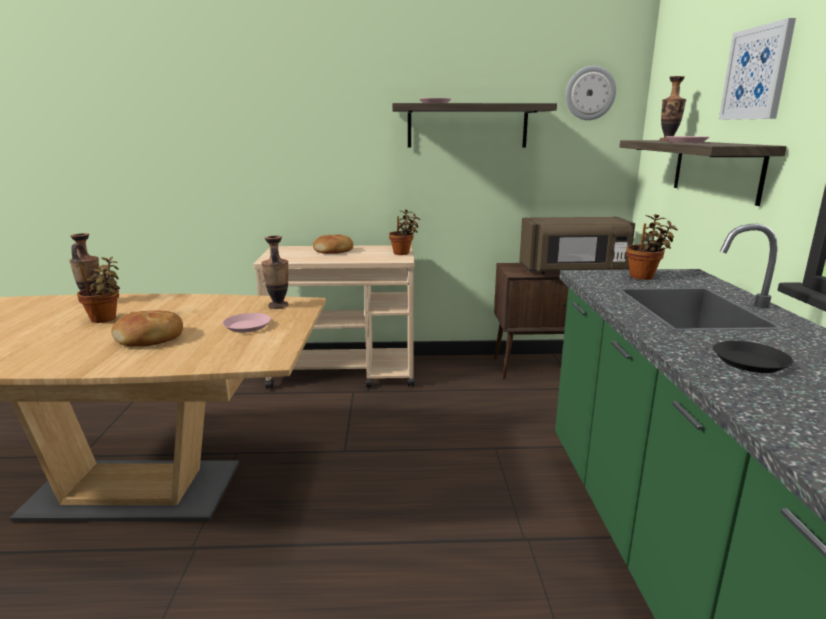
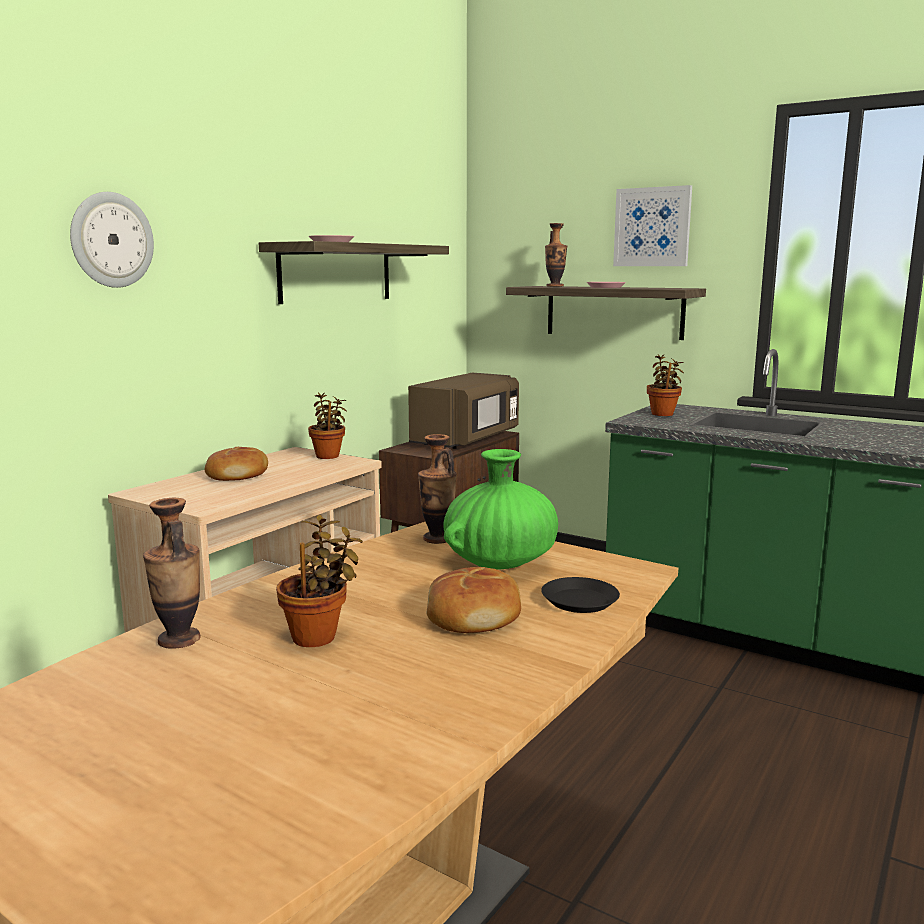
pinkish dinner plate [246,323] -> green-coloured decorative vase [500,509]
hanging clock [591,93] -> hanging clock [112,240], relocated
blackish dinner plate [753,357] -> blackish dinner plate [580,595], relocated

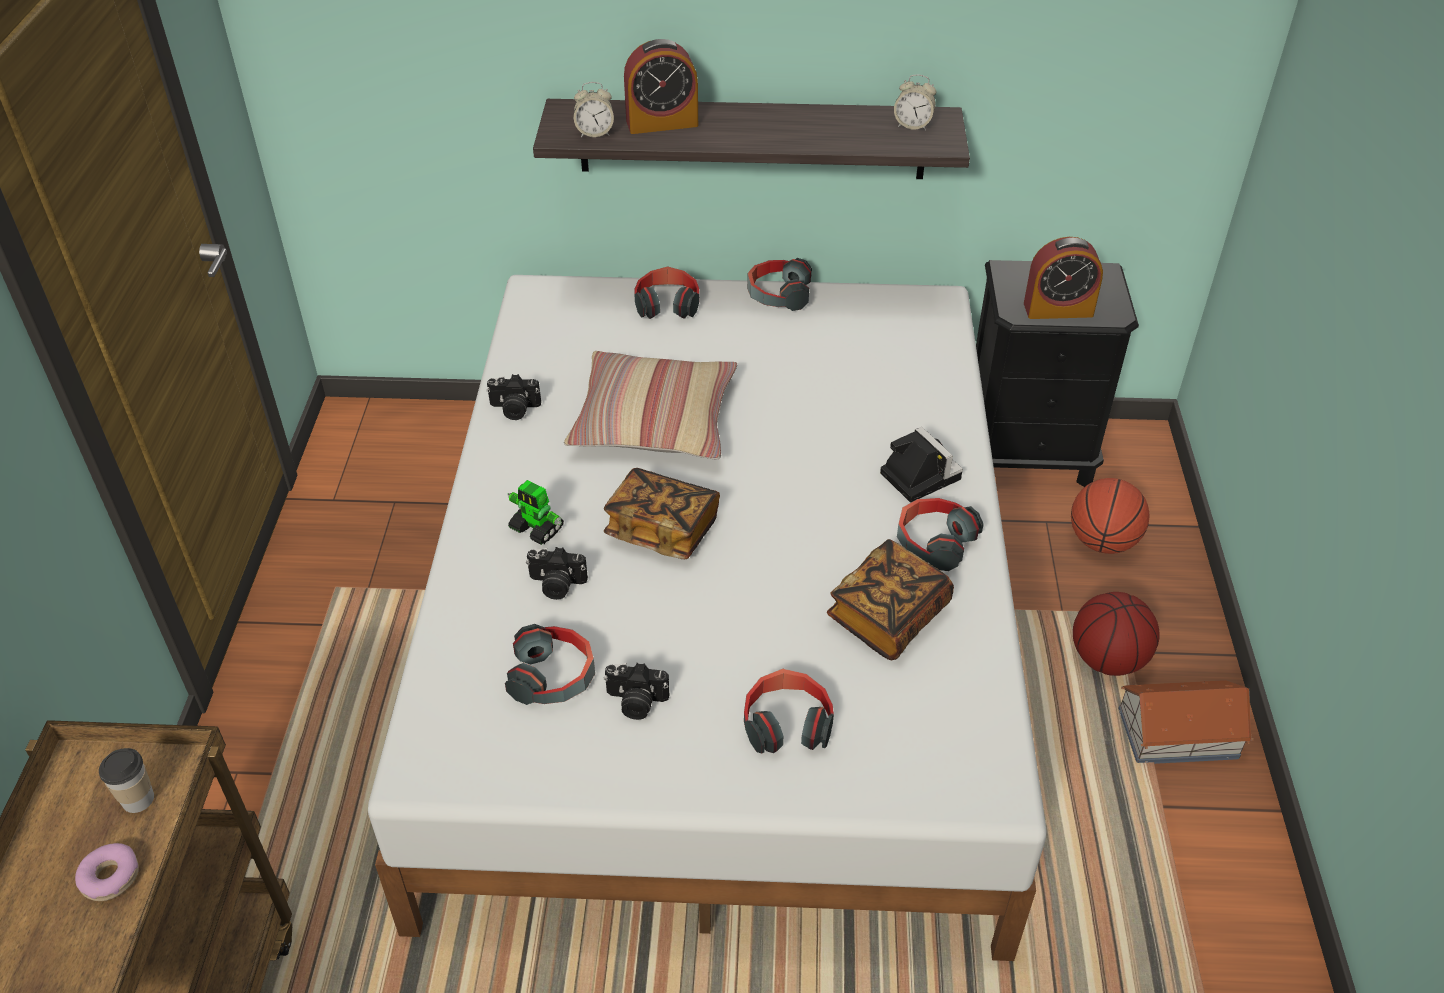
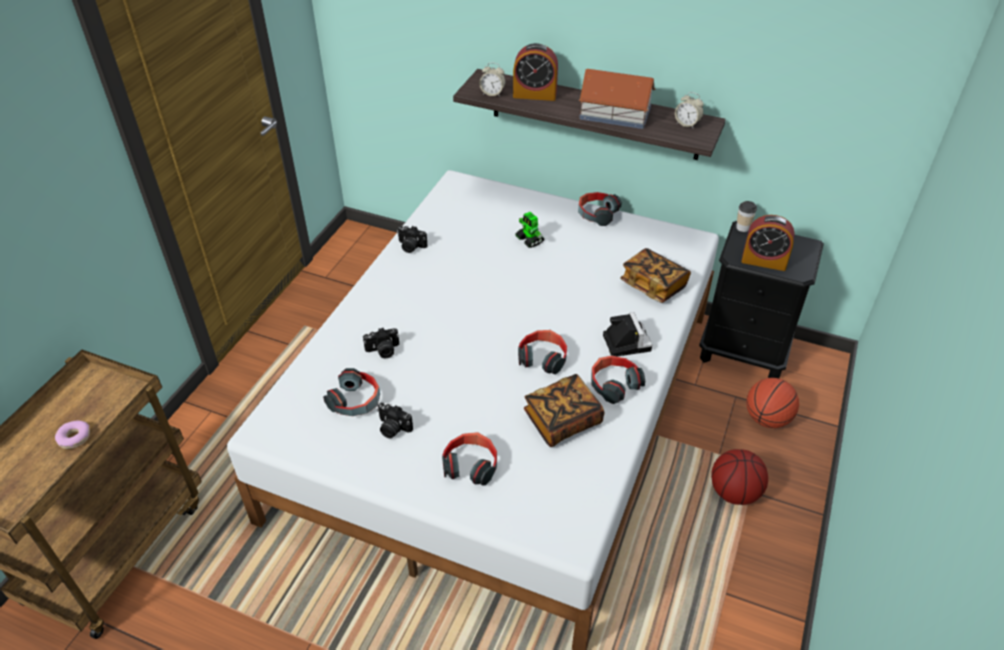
drinking cup [126,780] -> drinking cup [746,216], relocated
model robot [535,512] -> model robot [529,230], relocated
photo camera [557,573] -> photo camera [381,343], 45 degrees counterclockwise
cushion [650,405] -> none
book [662,513] -> book [655,275], relocated
headset [667,292] -> headset [542,352], relocated
model house [1185,722] -> model house [617,99], relocated

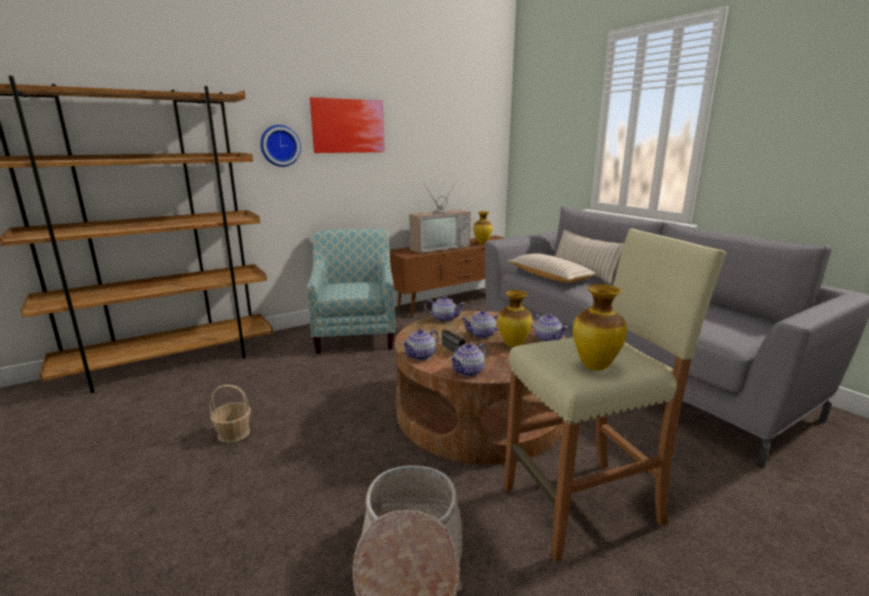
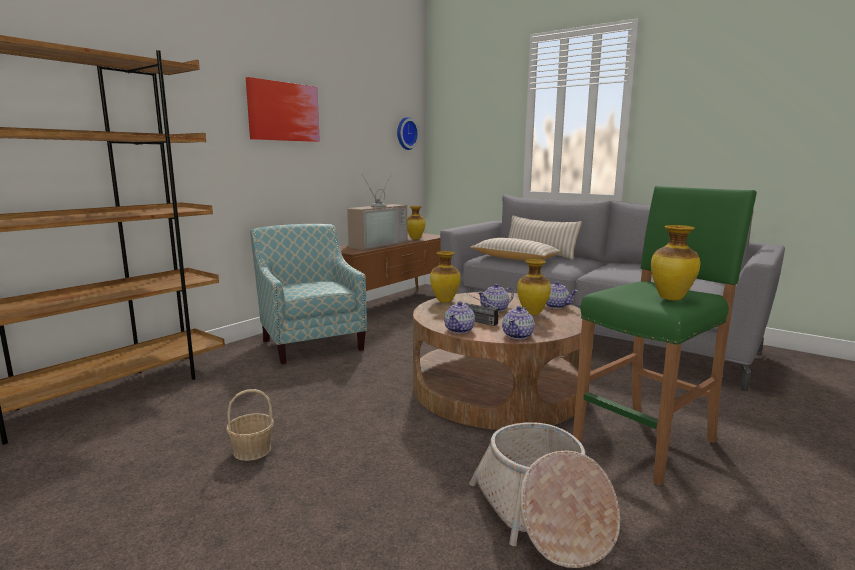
hanging clock [280,146] -> hanging clock [408,133], relocated
teapot [444,309] -> decorative vase [445,277]
beige-coloured sitting stool [615,395] -> green-coloured sitting stool [665,335]

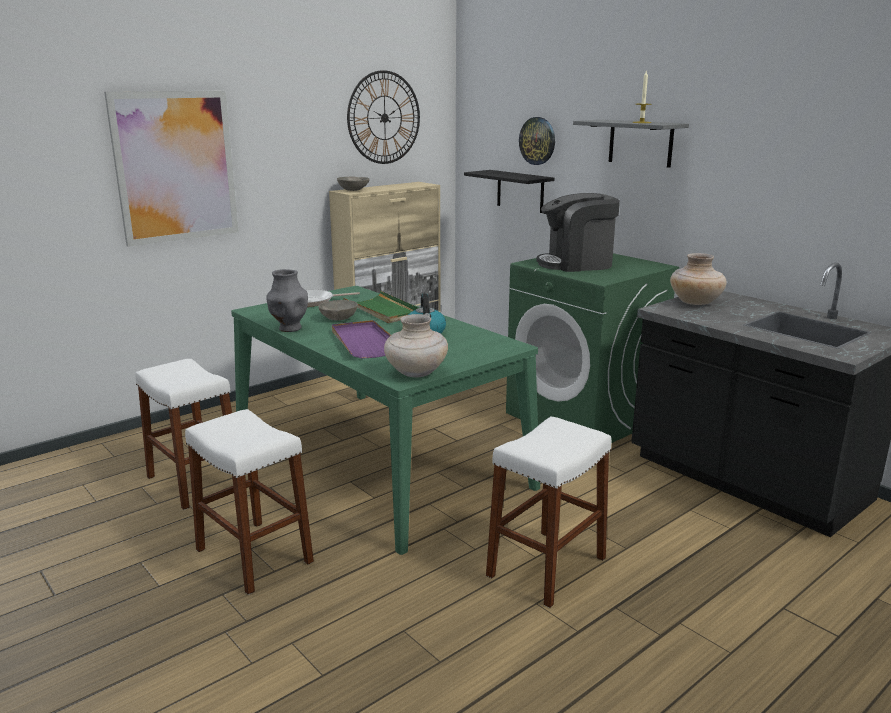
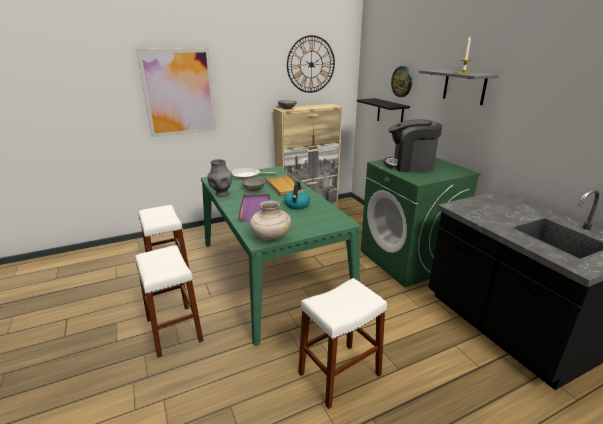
green-coloured carrying tray [380,307] -> beige-coloured carrying tray [283,184]
beige-coloured decorative vase [698,279] -> none

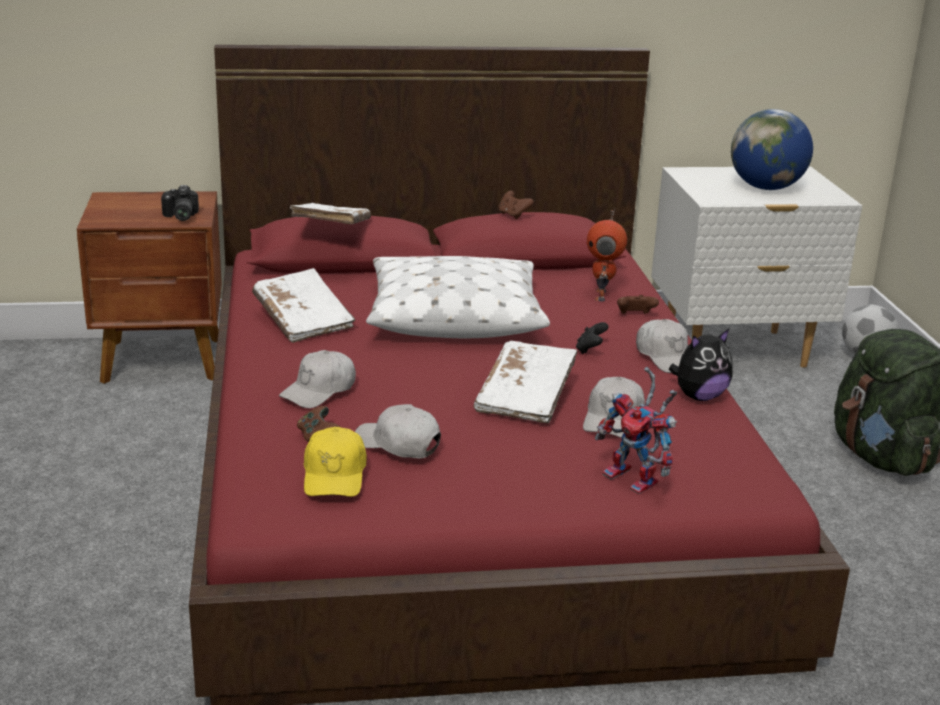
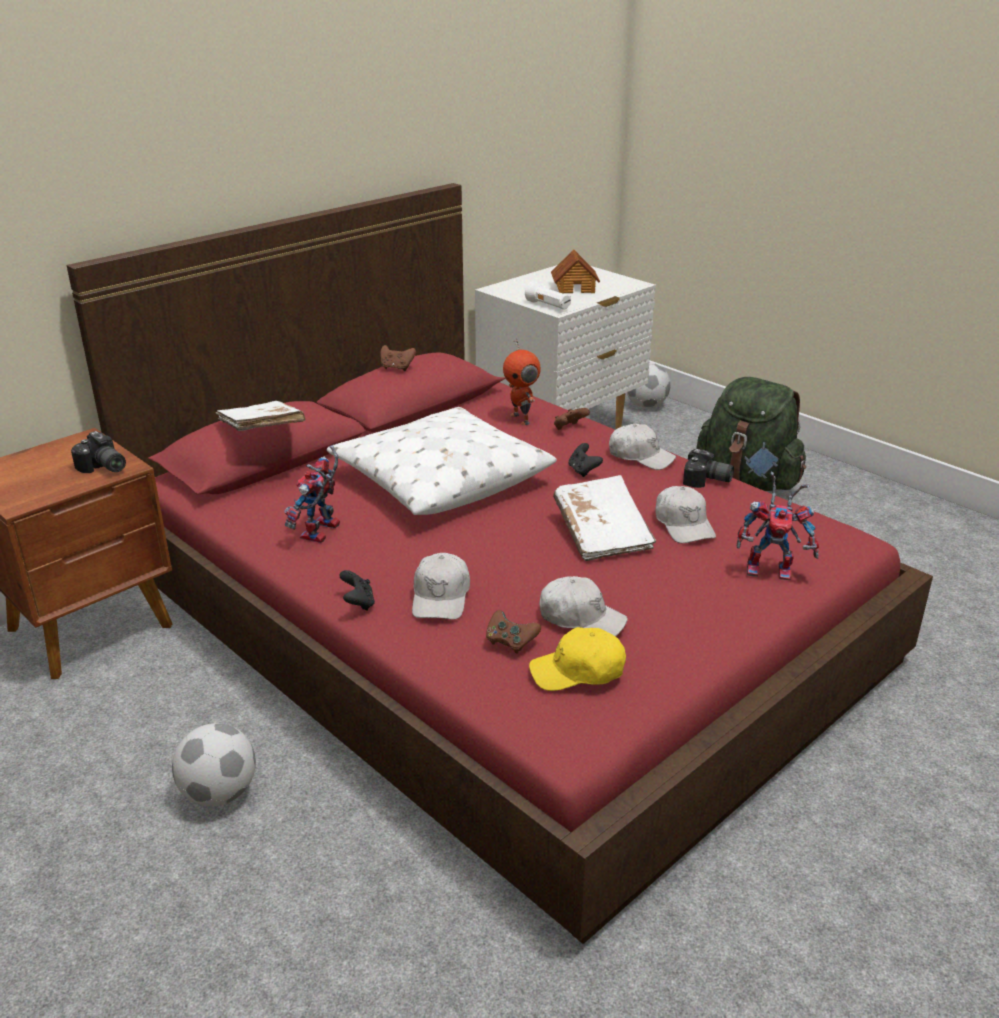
white book [303,305] -> model robot [312,494]
yellowish cap [335,462] -> yellowish cap [577,659], 120 degrees clockwise
white cap [398,431] -> white cap [583,606], 150 degrees counterclockwise
cuddly toy [701,365] -> photo camera [708,468]
desk globe [772,149] -> model house [575,271]
none -> football ball [214,764]
none -> blackish joypad [357,590]
none -> white flashlight [548,295]

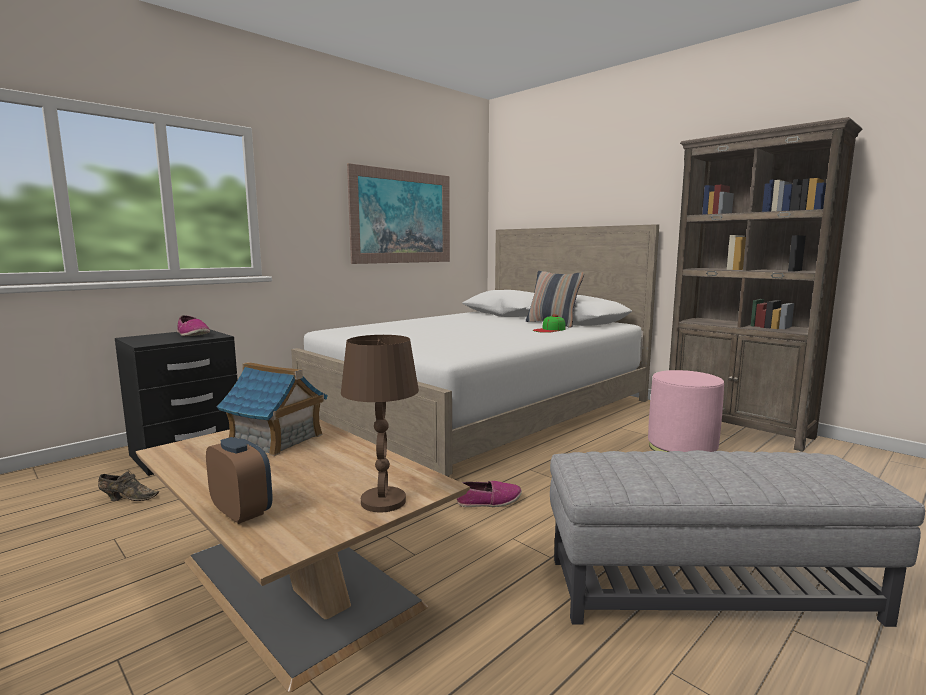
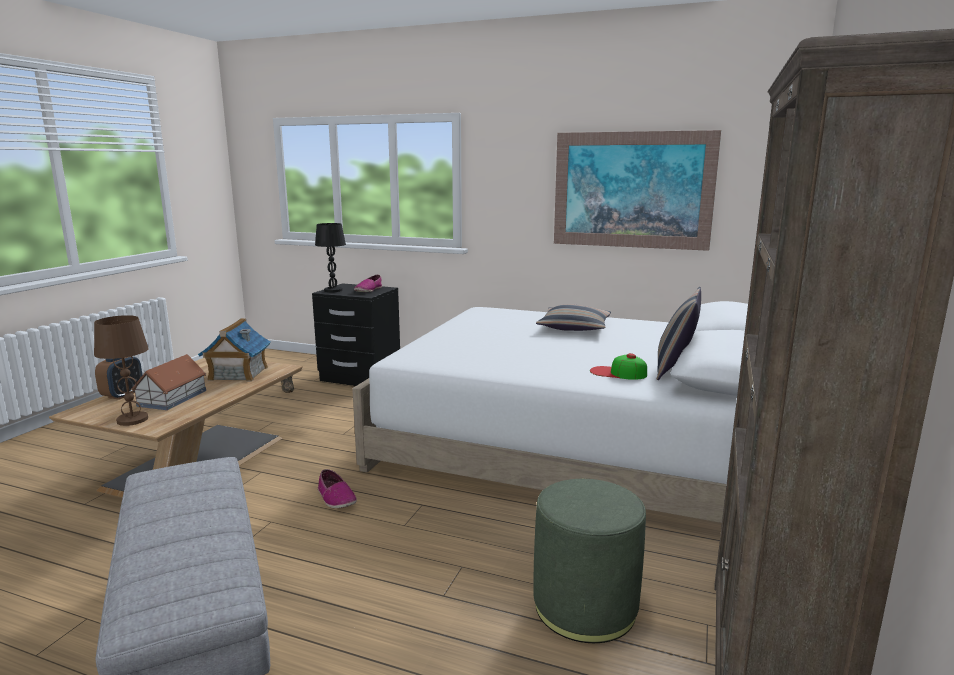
pinkish ottoman [686,411] -> green-coloured ottoman [589,561]
none -> model house [168,382]
none -> blackish table lamp [330,257]
none -> cushion [573,317]

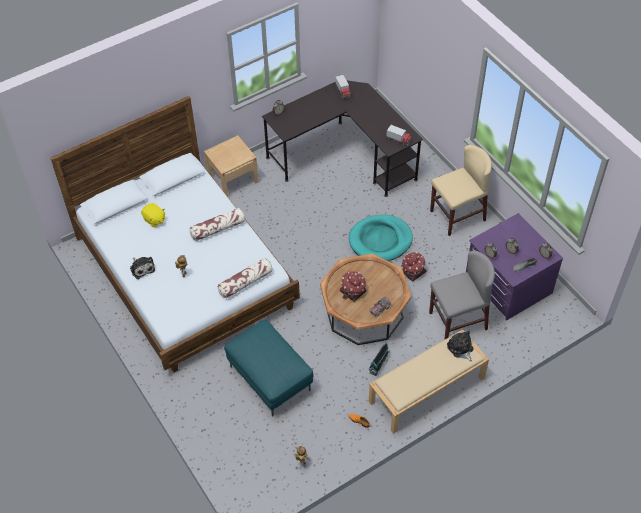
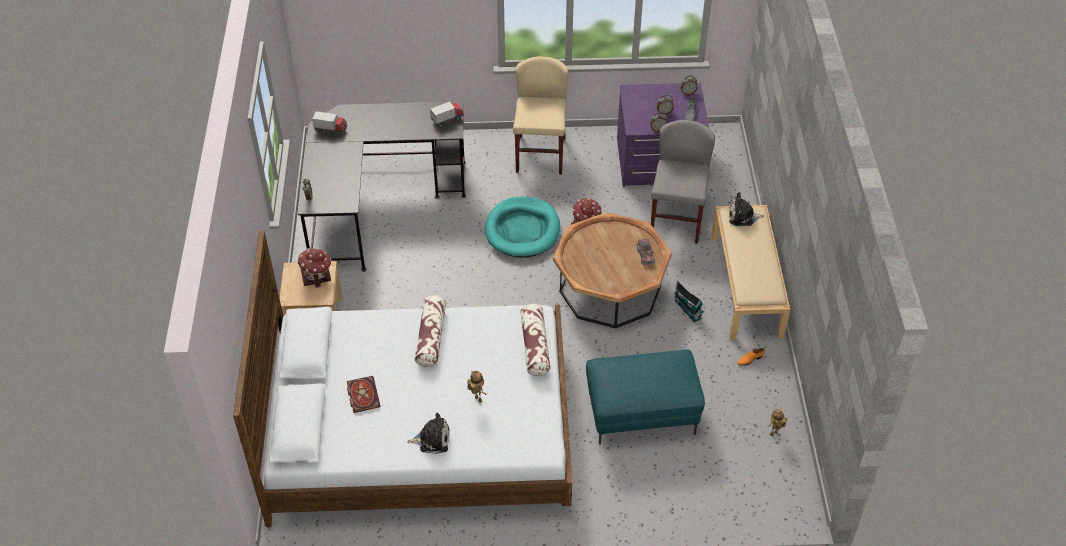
yellowish cuddly toy [153,215] -> book [364,394]
model house [353,286] -> model house [314,268], relocated

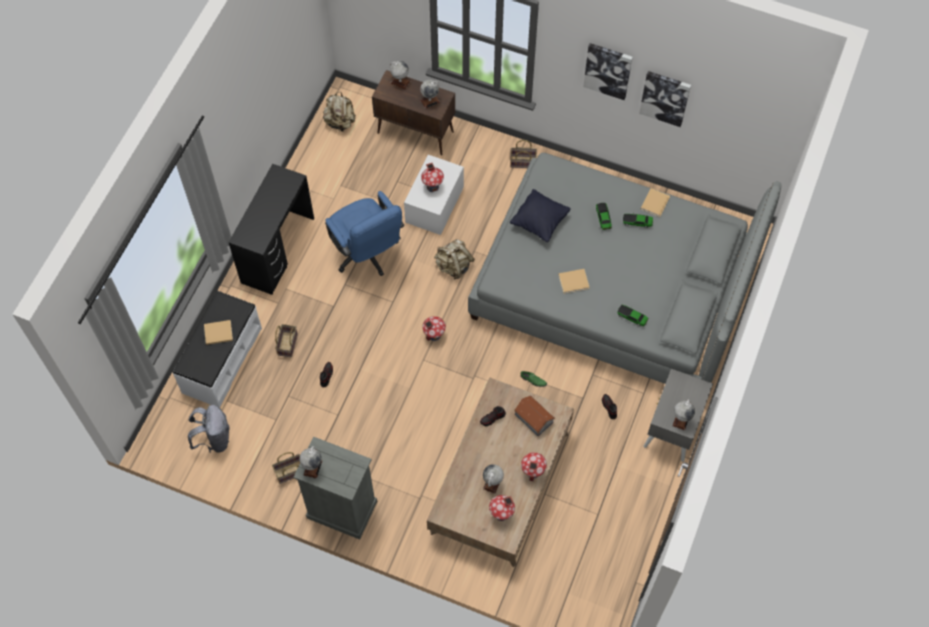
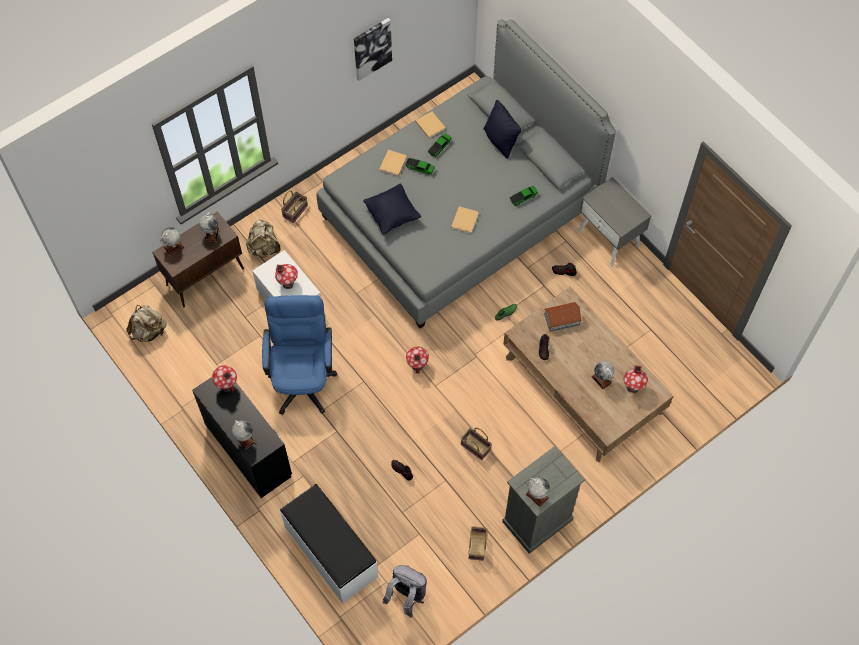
beige-coloured book [218,332] -> beige-coloured book [393,163], relocated
household basket [286,340] -> household basket [476,444], relocated
bluish computer chair [364,233] -> bluish computer chair [299,355], 90 degrees counterclockwise
beige-coloured rucksack [454,259] -> beige-coloured rucksack [263,238], relocated
model house [534,466] -> model house [224,378], relocated
wall picture [608,71] -> none
desk globe [684,415] -> desk globe [244,435], relocated
none -> blackish cushion [502,129]

